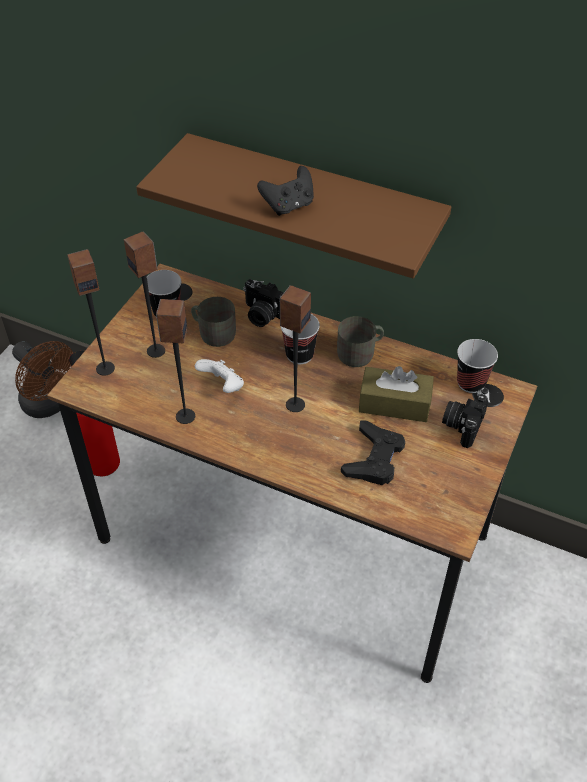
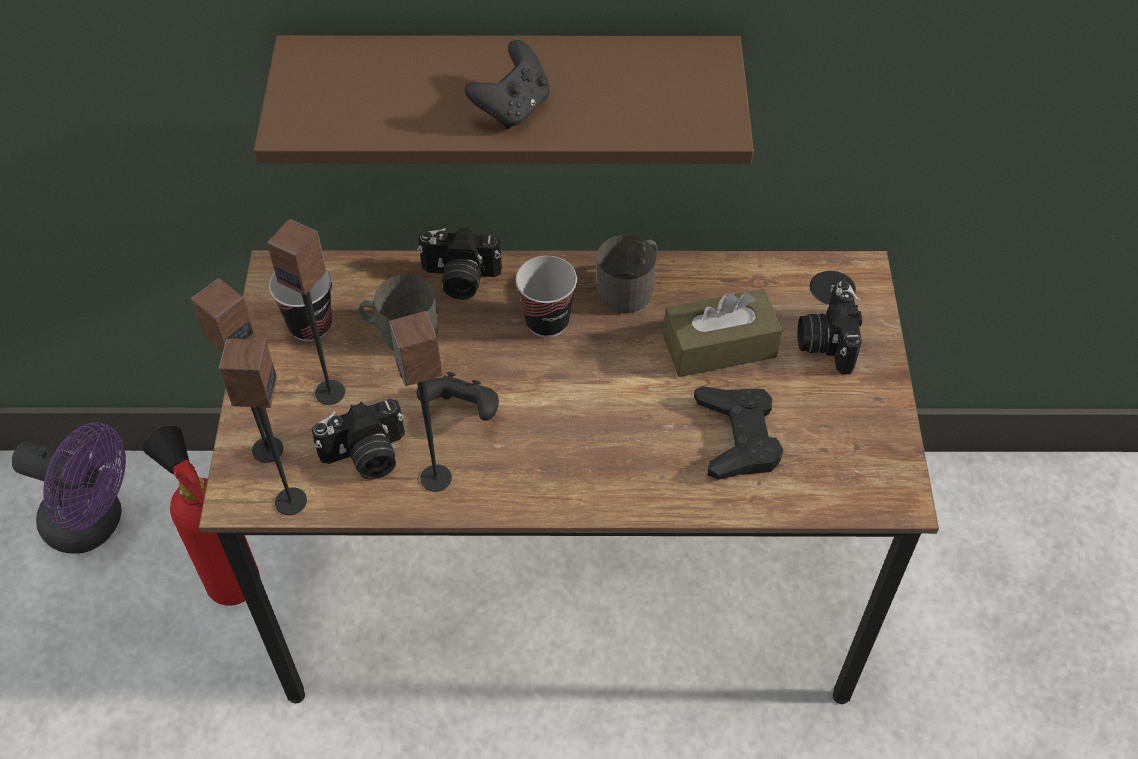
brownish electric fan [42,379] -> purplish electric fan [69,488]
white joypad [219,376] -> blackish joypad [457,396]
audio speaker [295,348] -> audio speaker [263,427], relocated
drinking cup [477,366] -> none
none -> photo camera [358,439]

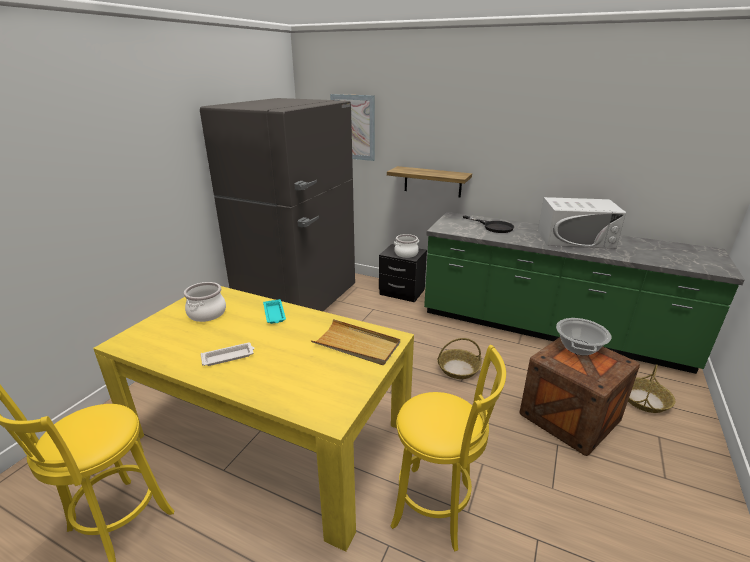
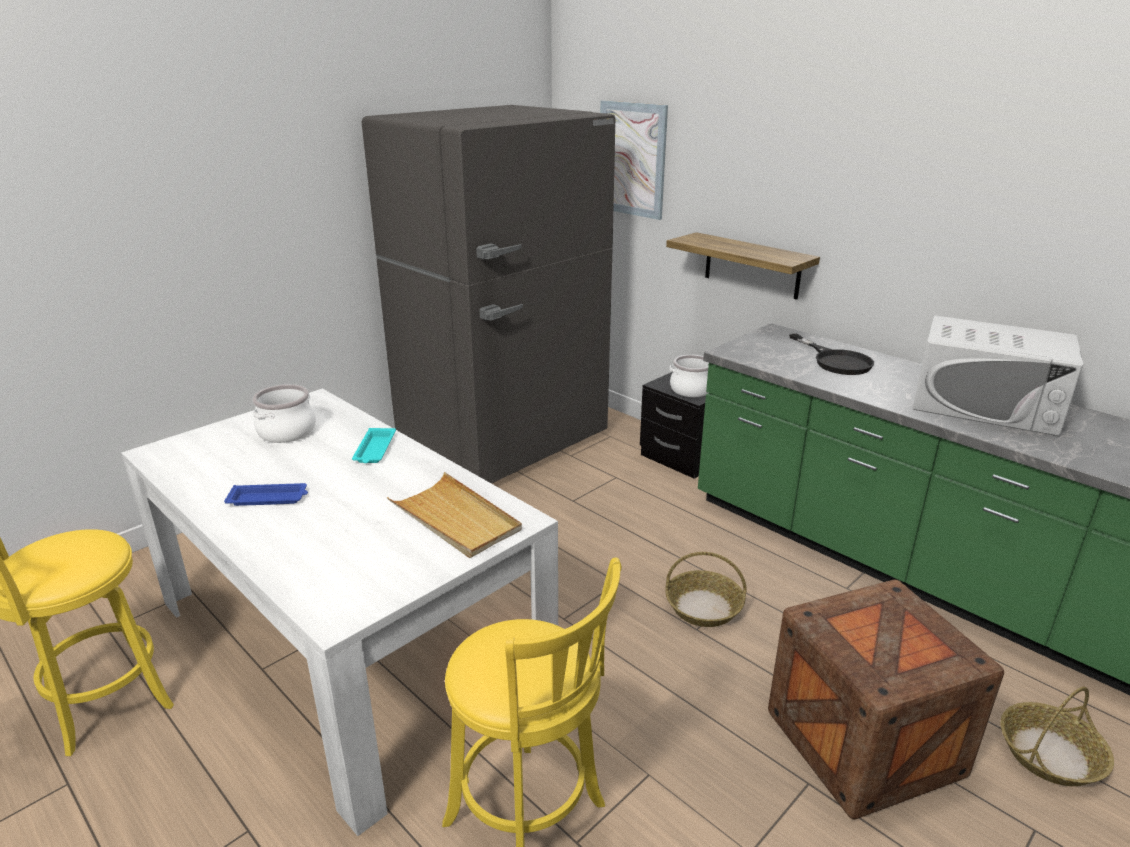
yellowish dining table [253,419] -> white dining table [339,612]
white carrying tray [228,354] -> bluish carrying tray [266,494]
stockpot [583,337] -> none

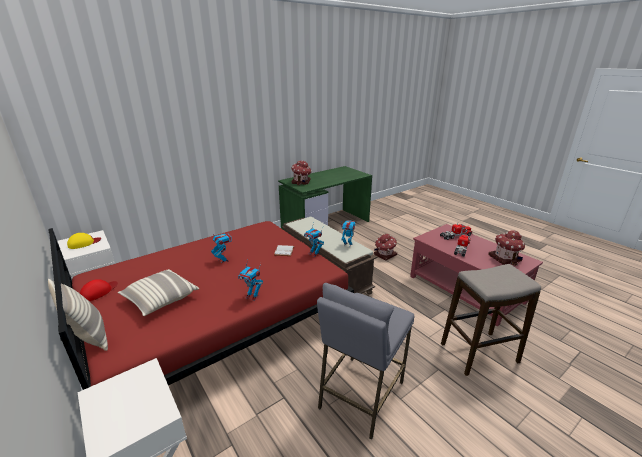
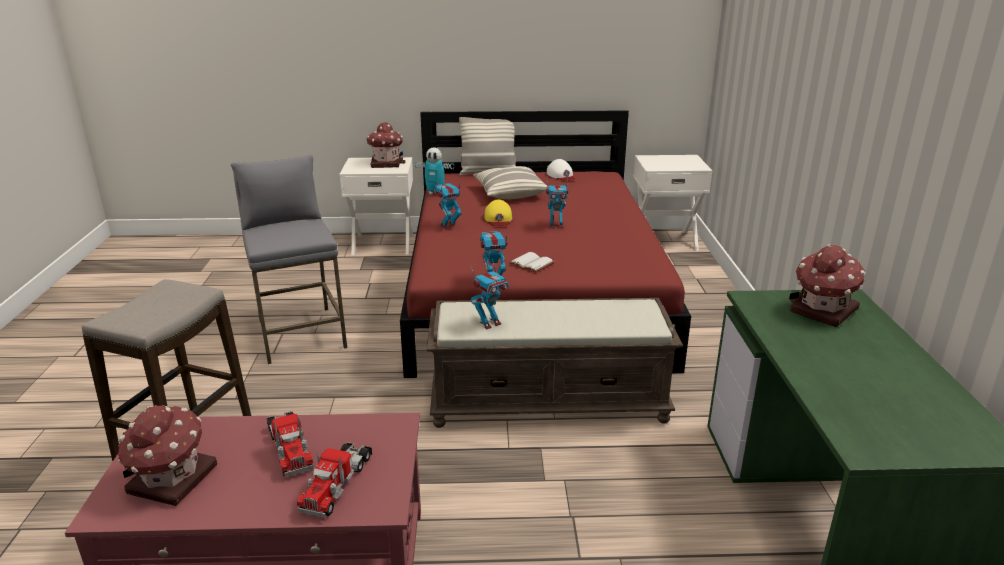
yellowish cap [84,241] -> yellowish cap [498,212], relocated
red-coloured cap [99,290] -> white cap [561,170]
model house [385,247] -> model house [386,145], relocated
none -> model robot [434,171]

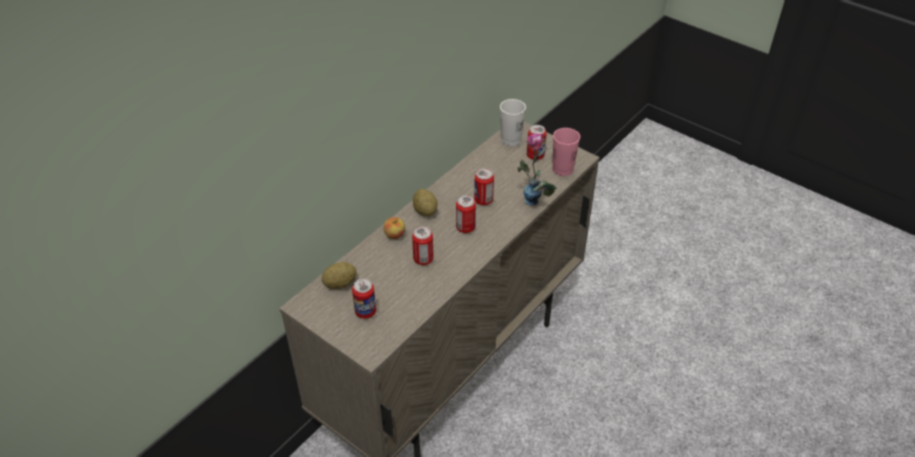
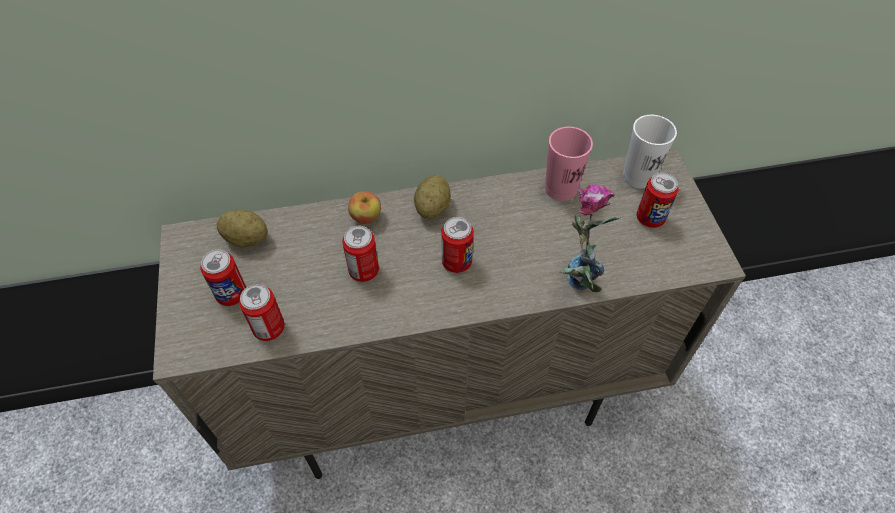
can [484,186] -> can [262,312], relocated
pinkish drinking cup [566,152] -> pinkish drinking cup [569,164], relocated

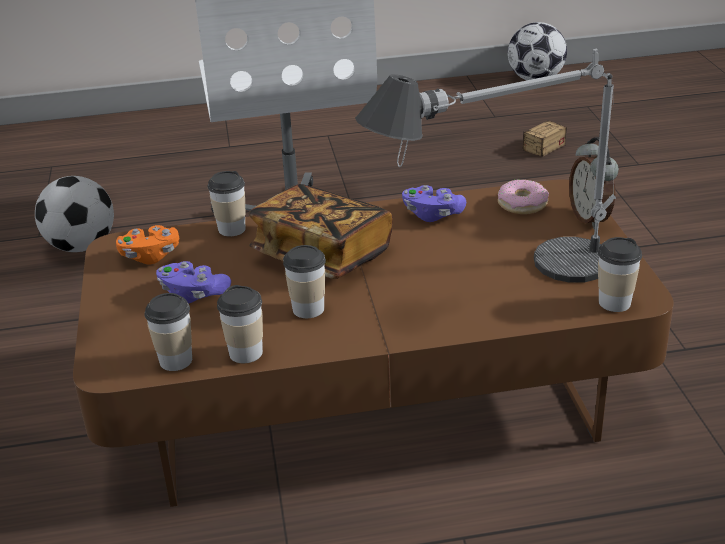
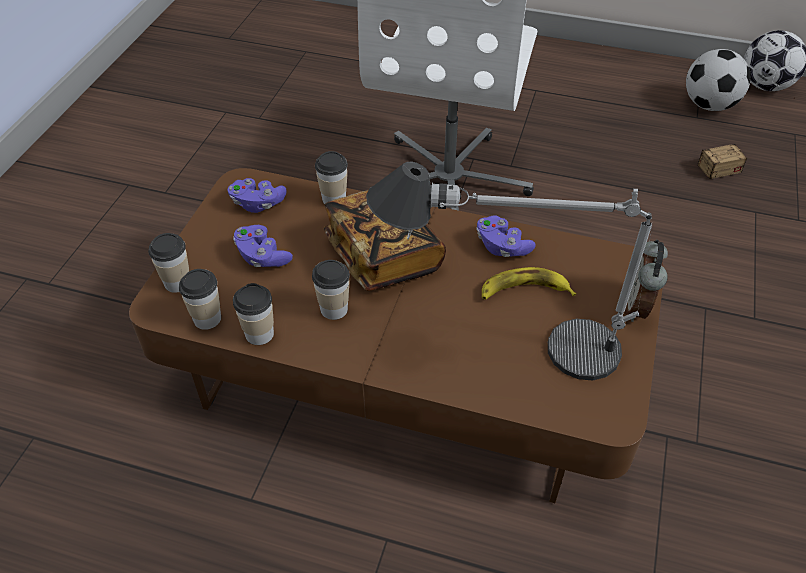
football ball [74,214] -> football ball [718,80], relocated
orange joypad [147,244] -> purplish joypad [257,195]
donut [523,196] -> none
drinking cup [620,274] -> drinking cup [168,263], relocated
none -> banana fruit [529,283]

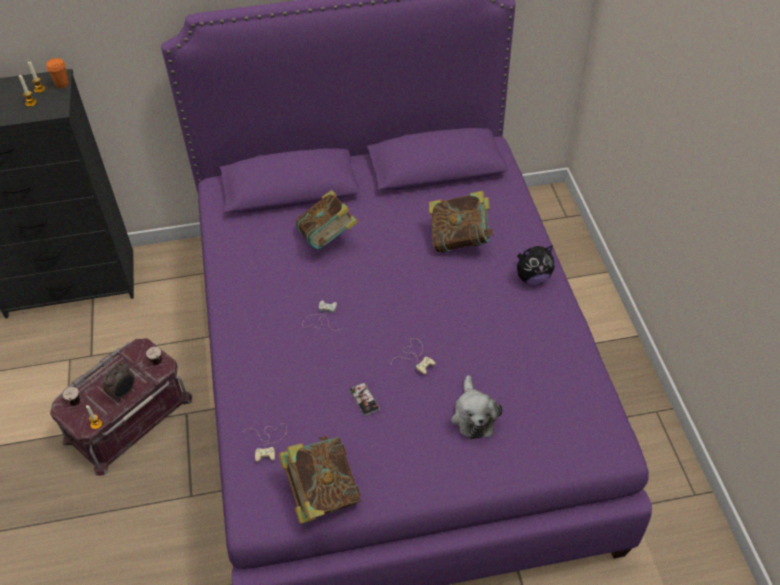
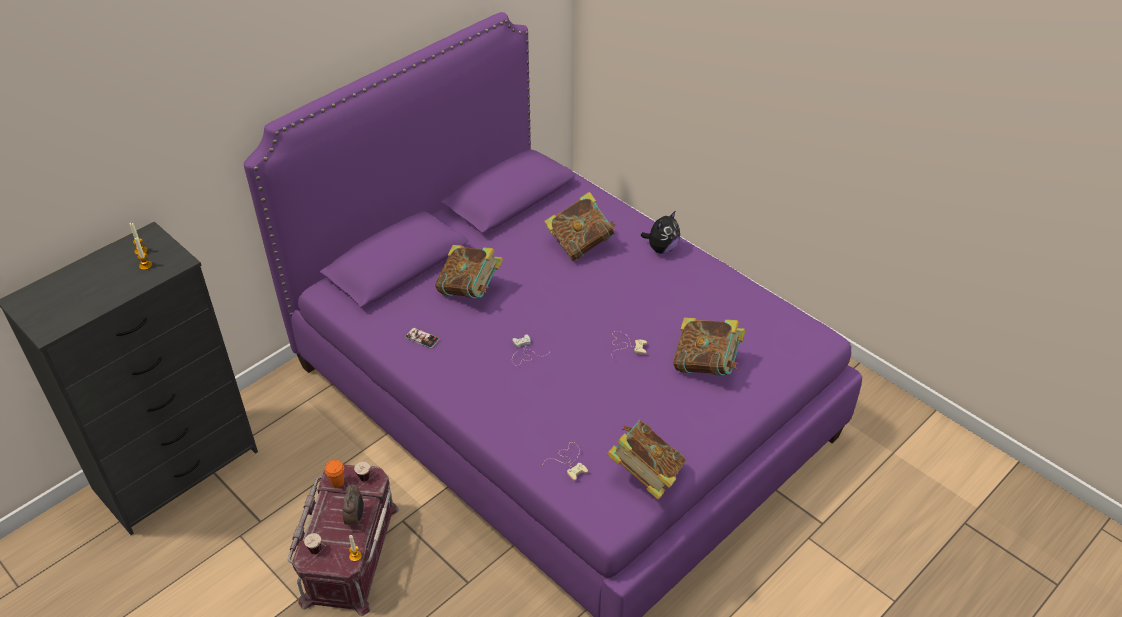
orange drinking cup [57,73] -> orange drinking cup [334,474], relocated
telephone [364,399] -> telephone [422,337], relocated
cuddly toy [476,407] -> book [709,346]

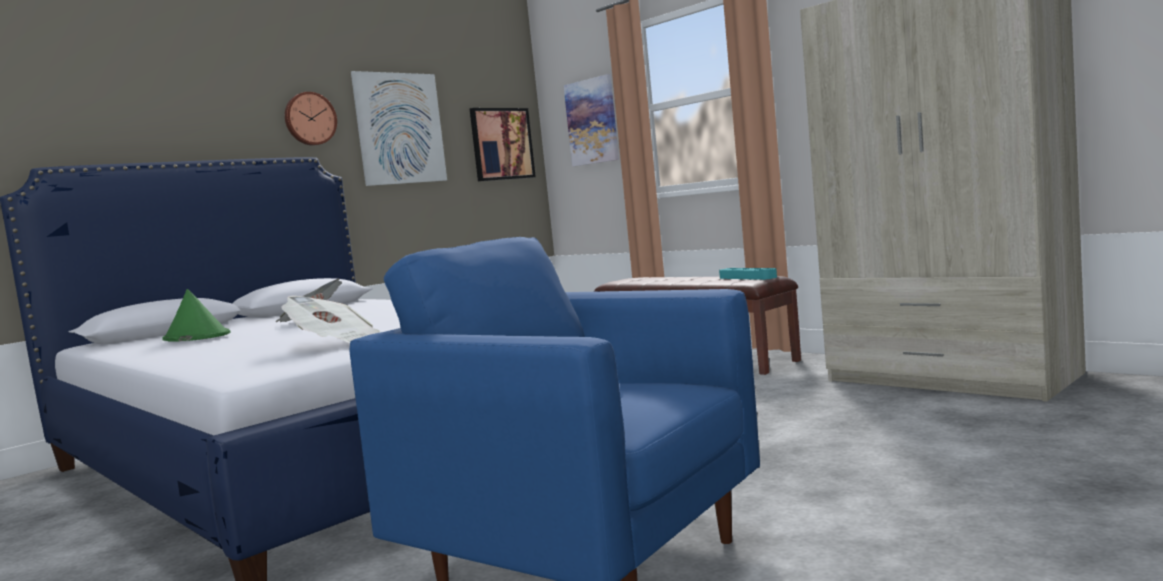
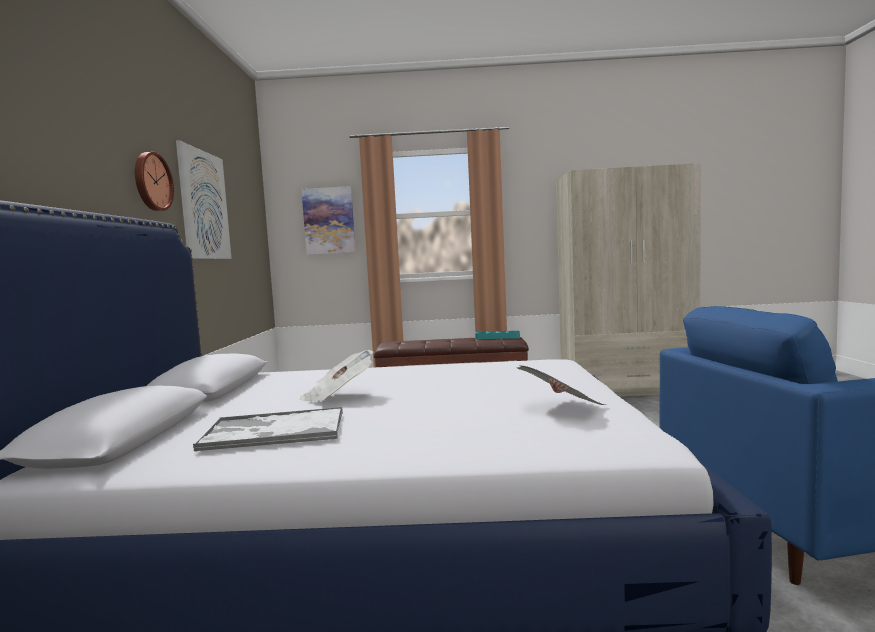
green-coloured clothing hat [196,315] -> carrying tray [268,429]
wall picture [503,145] -> none

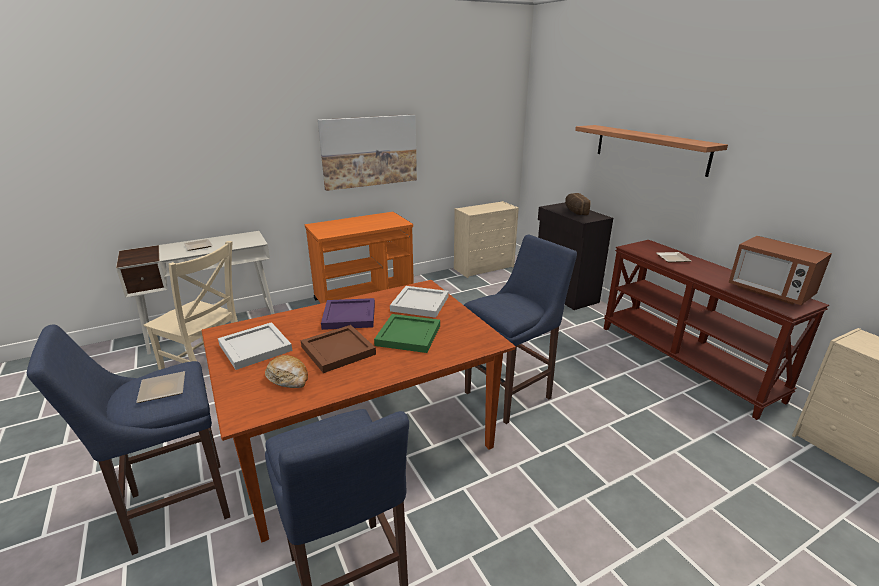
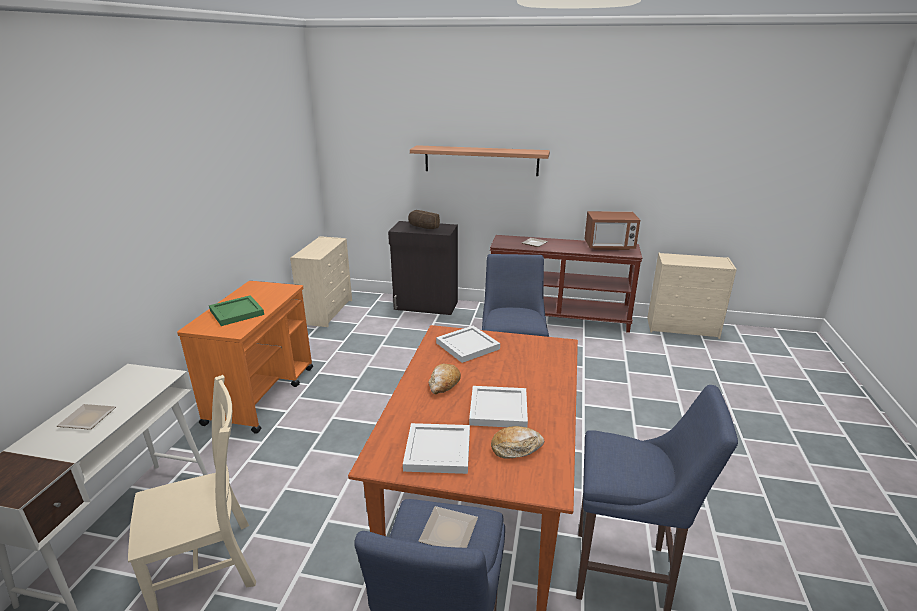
brownish carrying tray [338,349] -> white carrying tray [498,406]
wall picture [367,153] -> none
purplish carrying tray [348,314] -> baked bread [444,379]
green-coloured carrying tray [407,333] -> green-coloured carrying tray [236,310], relocated

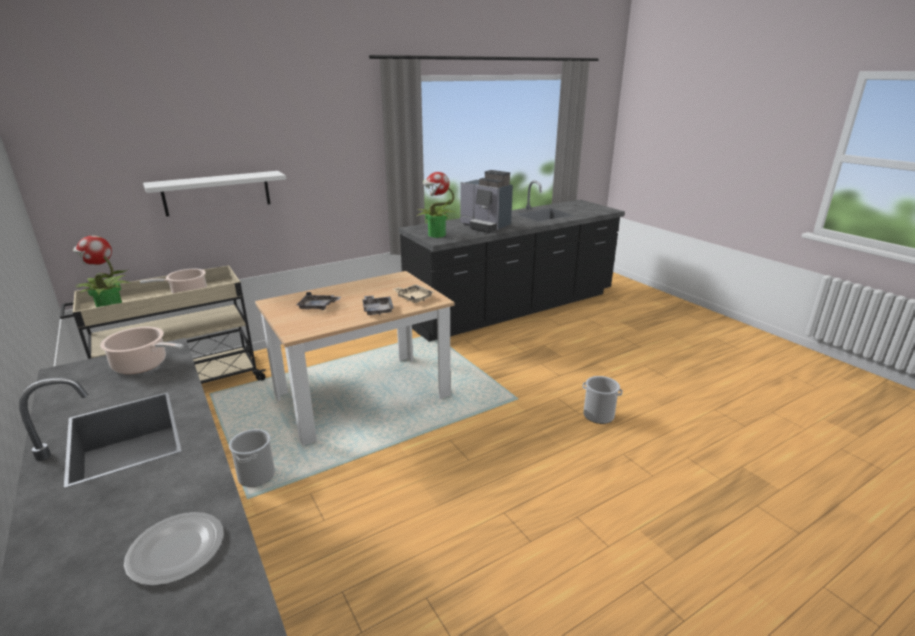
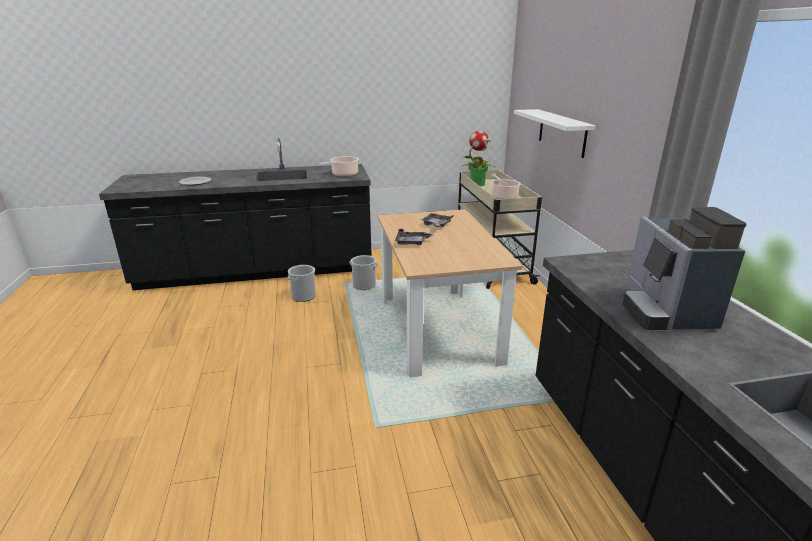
beige-coloured carrying tray [413,293] -> none
plant in a pot [436,205] -> none
coffee maker [486,201] -> coffee maker [684,268], 60 degrees counterclockwise
pail [602,400] -> pail [302,283], relocated

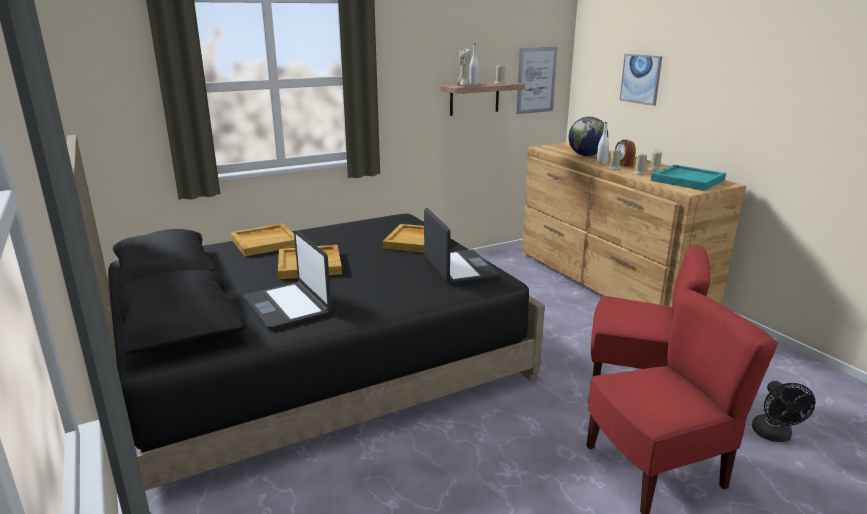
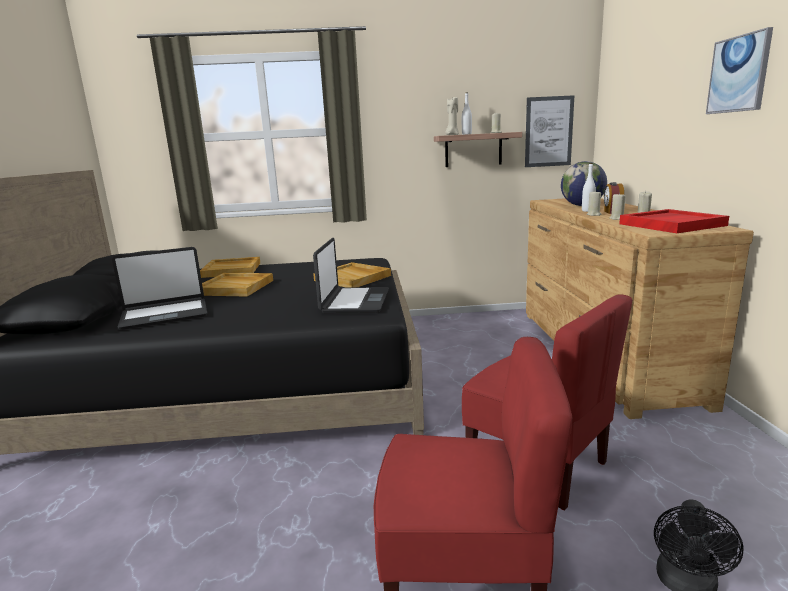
notebook computer [288,279] -> notebook computer [159,288], 105 degrees counterclockwise
wall picture [641,80] -> wall picture [739,70], relocated
turquoise carrying tray [688,178] -> red-coloured carrying tray [674,221]

